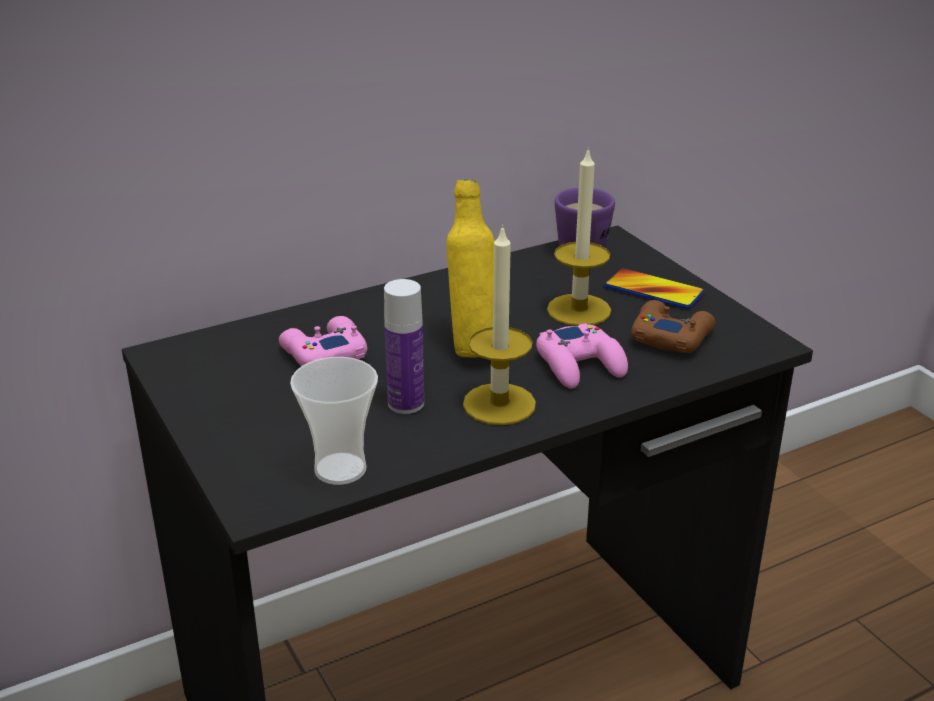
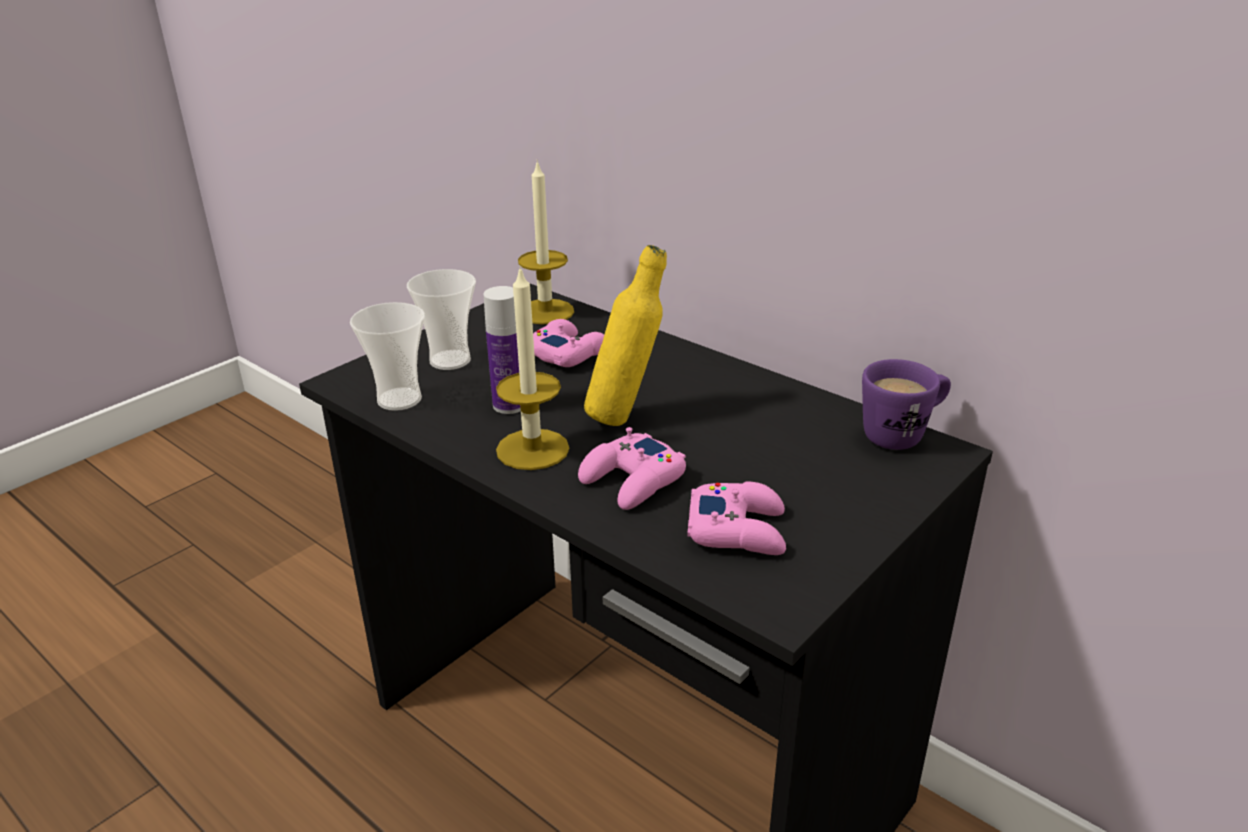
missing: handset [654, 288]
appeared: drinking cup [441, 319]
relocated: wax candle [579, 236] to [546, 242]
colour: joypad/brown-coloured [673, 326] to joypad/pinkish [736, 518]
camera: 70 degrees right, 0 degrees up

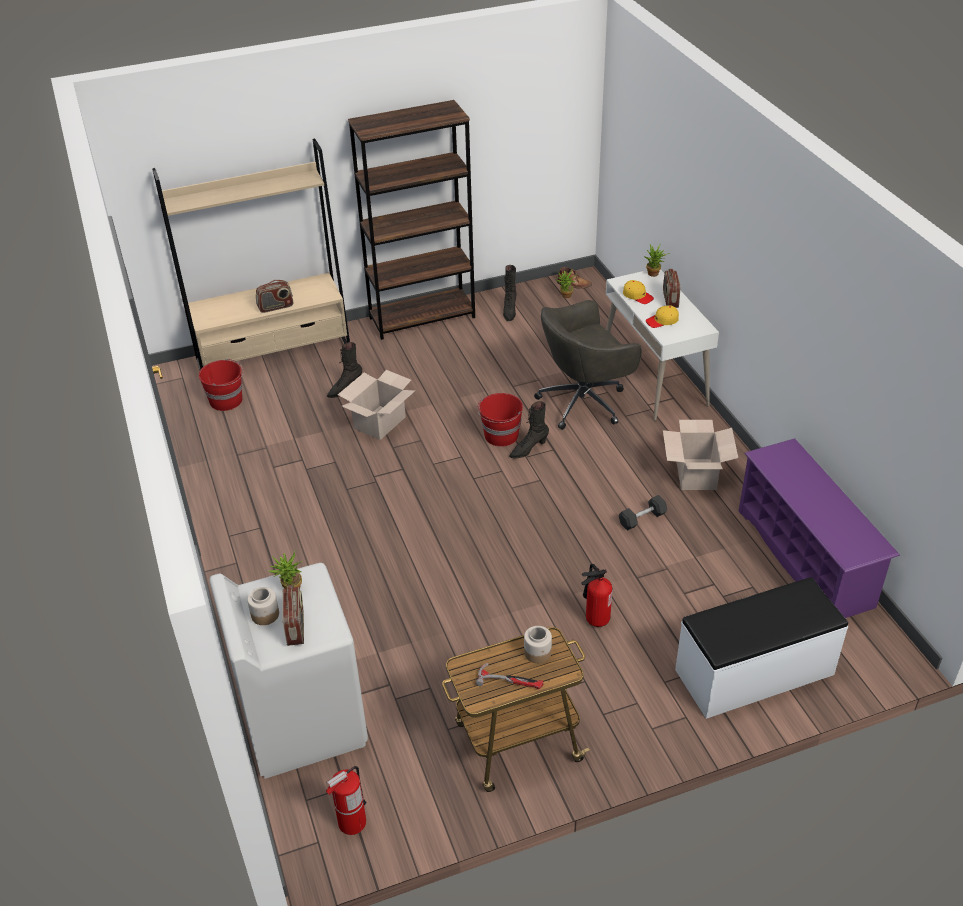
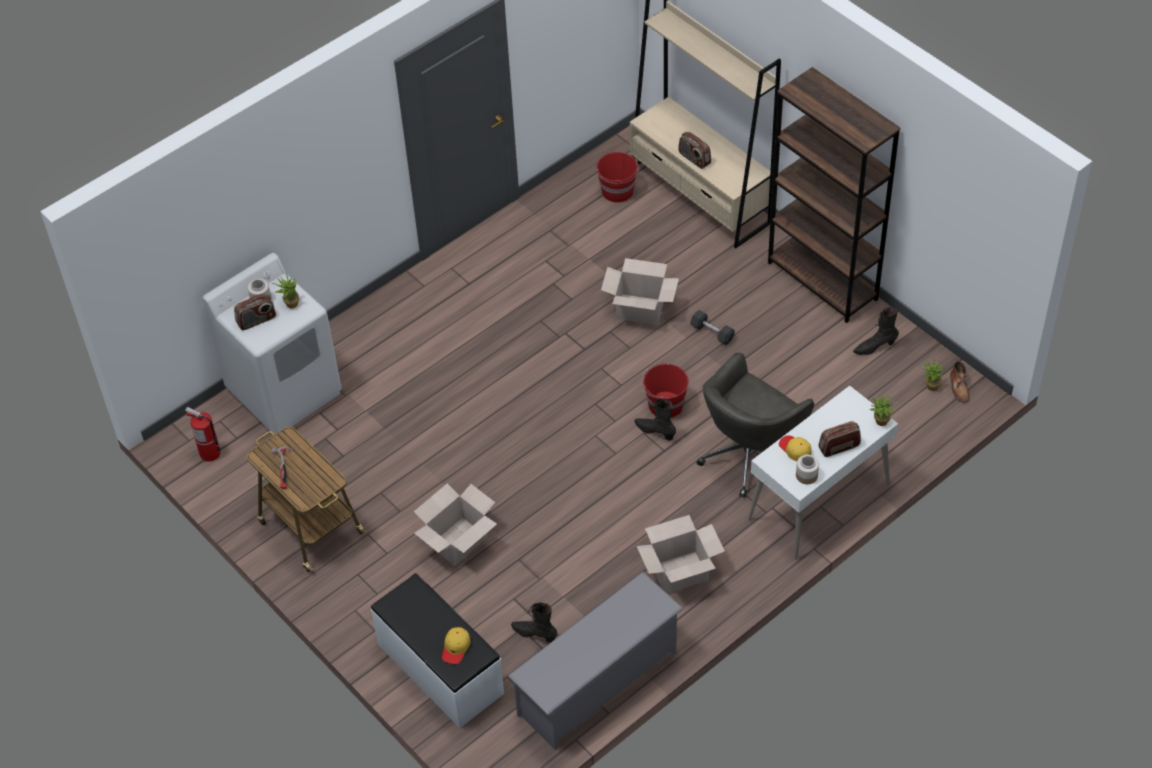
relocated: cap/yellow-coloured [638, 292] to [456, 645]; high-top boot/blackish [344, 370] to [534, 622]; free weight/grey [643, 513] to [712, 327]; jar [538, 644] to [807, 469]
exchanged: extinguisher [596, 595] to packing box [455, 524]
colour: shoe rack/purplish [819, 528] to shoe rack/grey [595, 661]
spun: office chair/grey [588, 365] = [755, 425] 90 degrees counterclockwise
camera: 70 degrees right, 10 degrees up

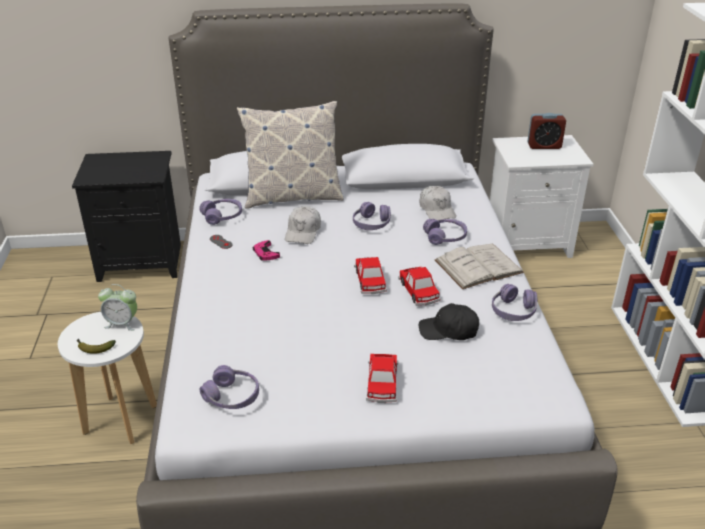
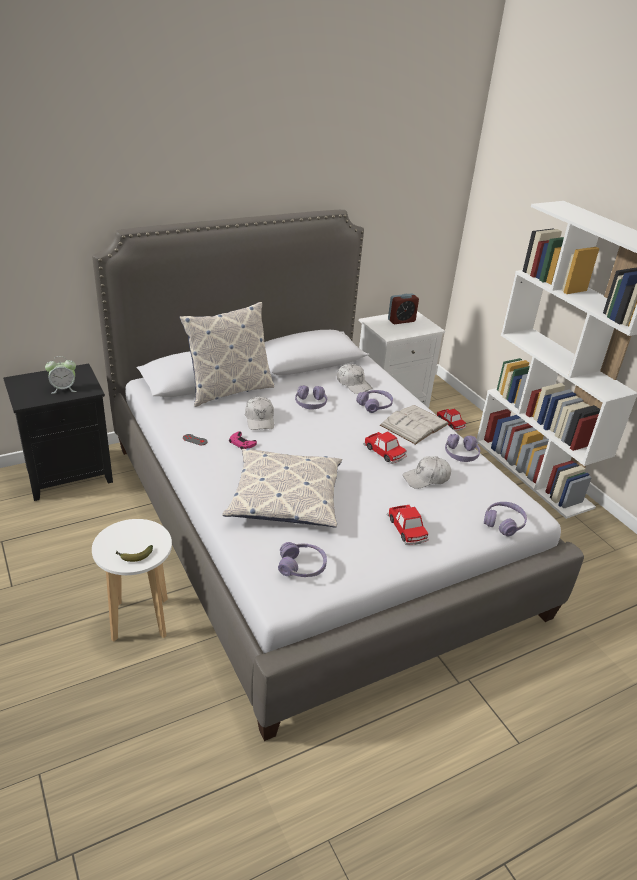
appeared: cushion [282, 488]
relocated: bedside clock [117, 307] to [61, 375]; miniature car [370, 275] to [451, 420]; headset/purplish [220, 212] to [505, 519]
colour: cap/blackish [449, 321] to cap/whitish [427, 472]
camera: 25 degrees left, 0 degrees up

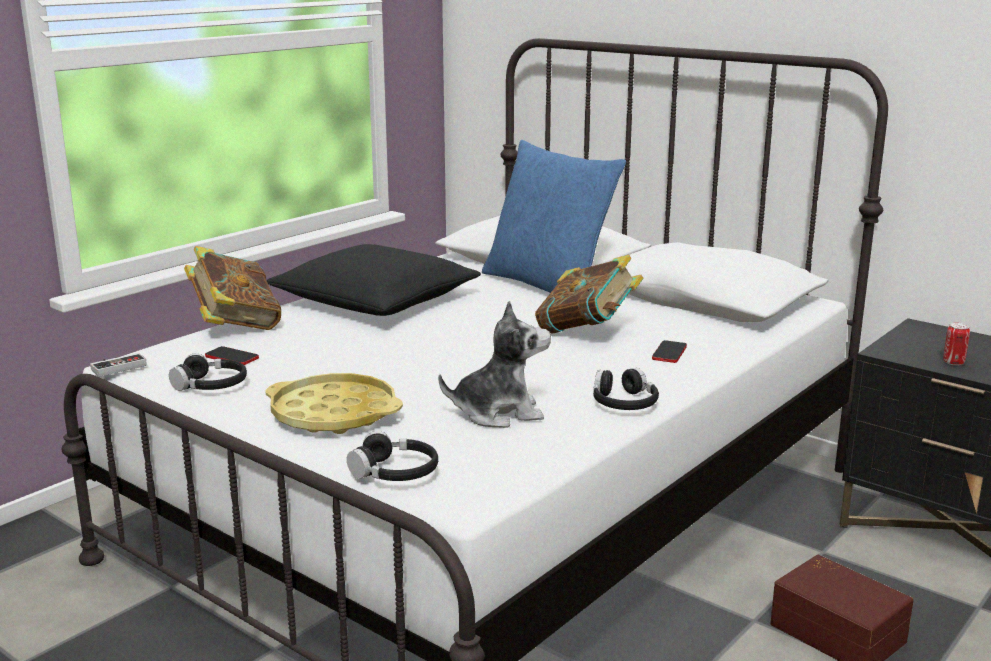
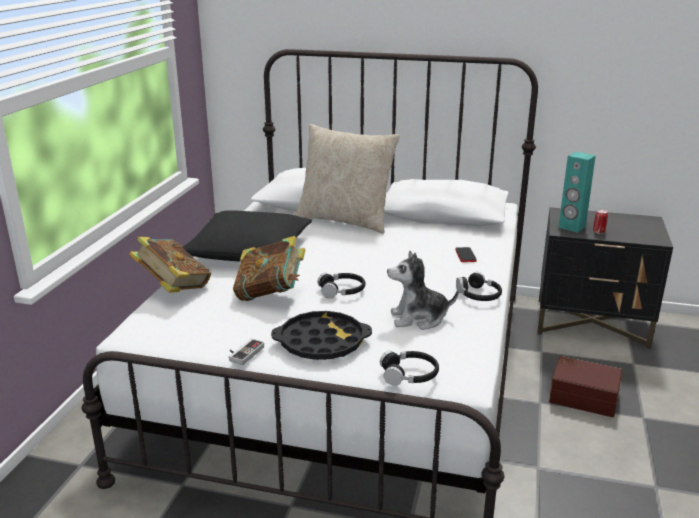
missing: handset [232, 355]
appeared: loudspeaker/turquoise-coloured [577, 192]
relocated: joypad [118, 365] to [246, 352]; book [589, 294] to [269, 268]; headset/blackish [208, 372] to [341, 286]
colour: carrying tray/yellow-coloured [334, 403] to carrying tray/blackish [321, 335]; cushion/blue-coloured [554, 216] to cushion/beige-coloured [347, 179]
spun: soft toy [494, 364] = [423, 290] 150 degrees counterclockwise
camera: 25 degrees left, 5 degrees up

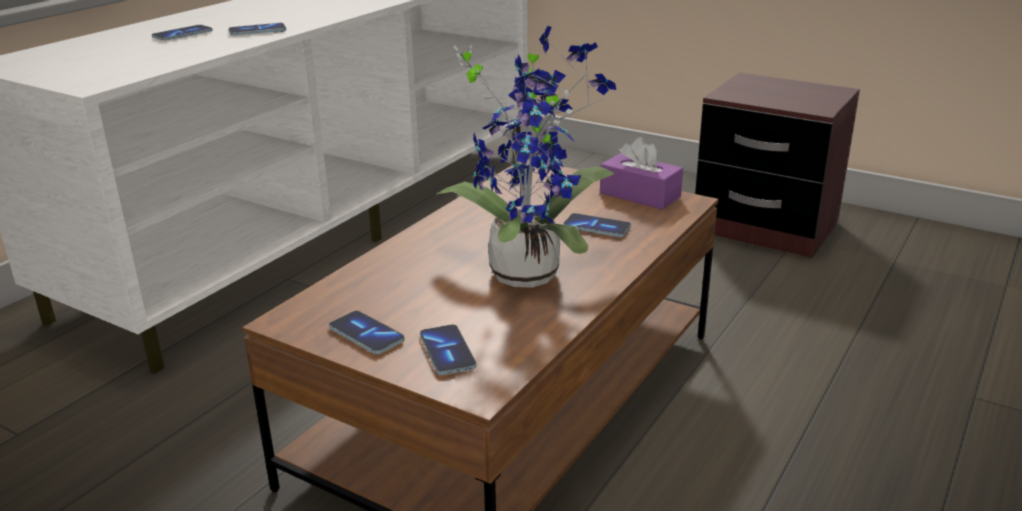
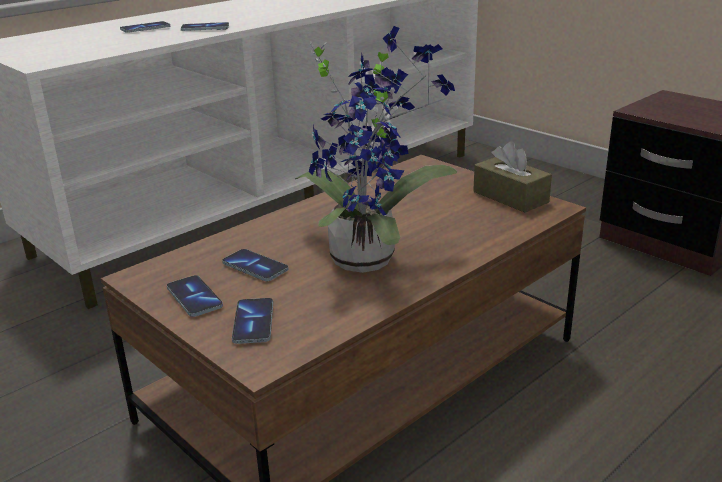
relocated: handset [597, 225] to [255, 265]
colour: tissue box/purplish [641, 173] to tissue box/brown-coloured [512, 176]
camera: 15 degrees right, 0 degrees up

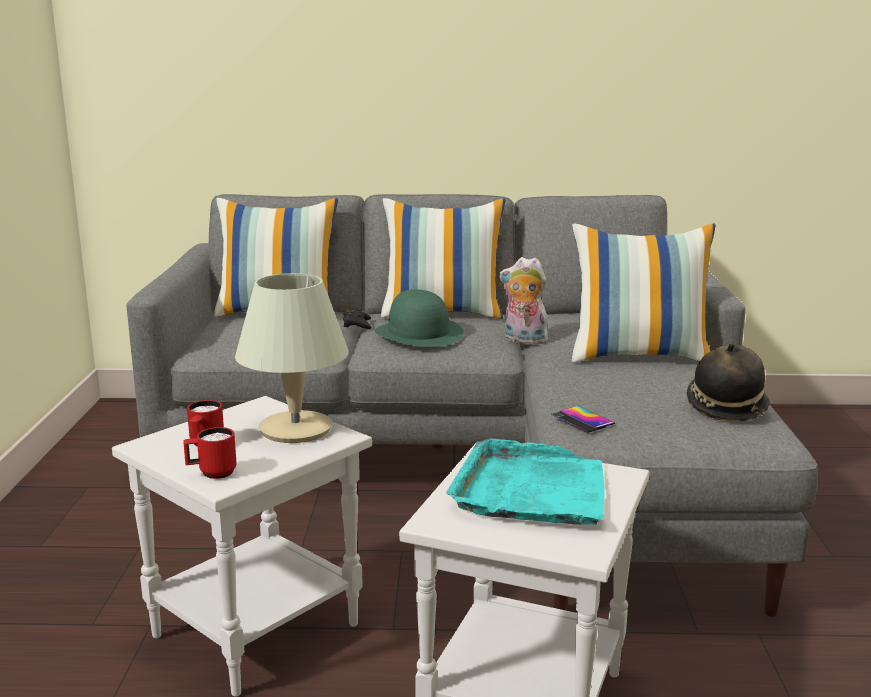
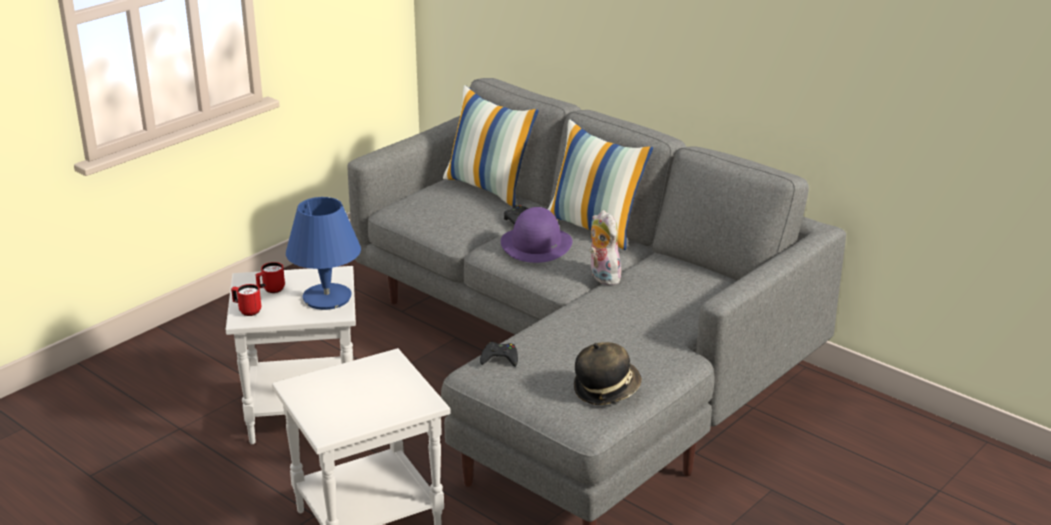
missing: carrying tray/turquoise-coloured [525, 481]; cushion [643, 293]
exchanged: handset [583, 419] to joypad/blackish [499, 354]
colour: tabletop lamp/beige-coloured [292, 358] to tabletop lamp/blue-coloured [323, 253]; wearable hat/green-coloured [419, 318] to wearable hat/purplish [536, 235]
camera: 40 degrees right, 10 degrees up

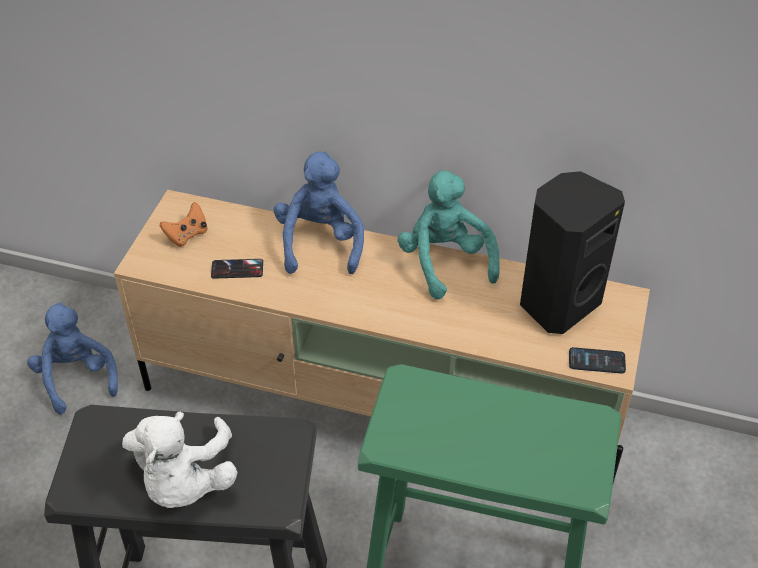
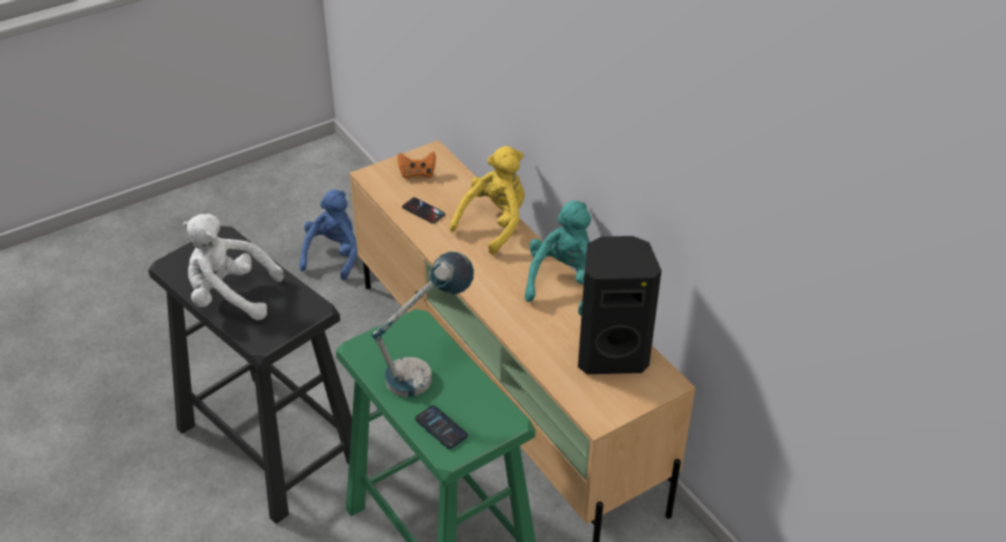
appeared: tabletop lamp [422, 324]
relocated: handset [597, 360] to [441, 427]
colour: soft toy/blue-coloured [319, 213] to soft toy/yellow-coloured [487, 200]
spun: soft toy/whitish [180, 460] = [233, 267] 60 degrees clockwise
camera: 40 degrees right, 5 degrees down

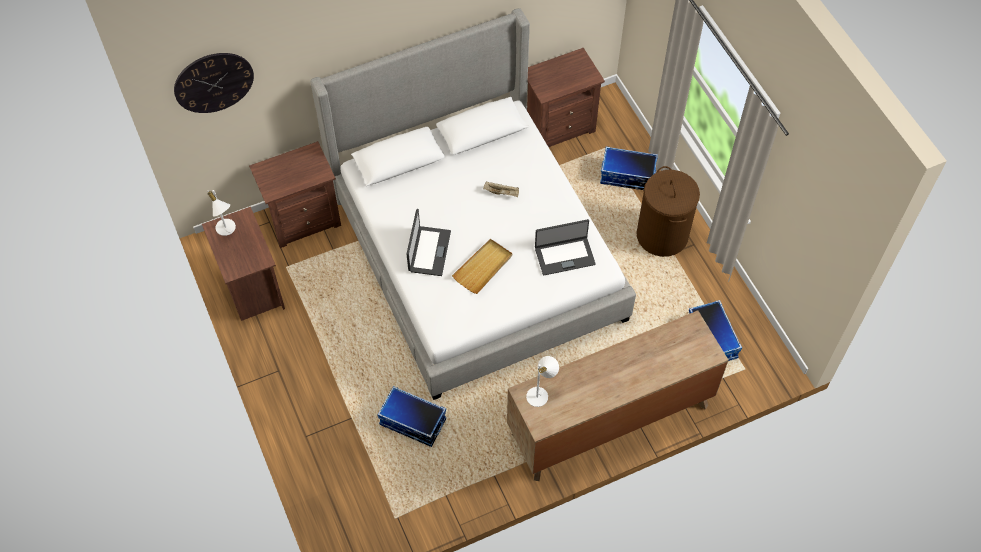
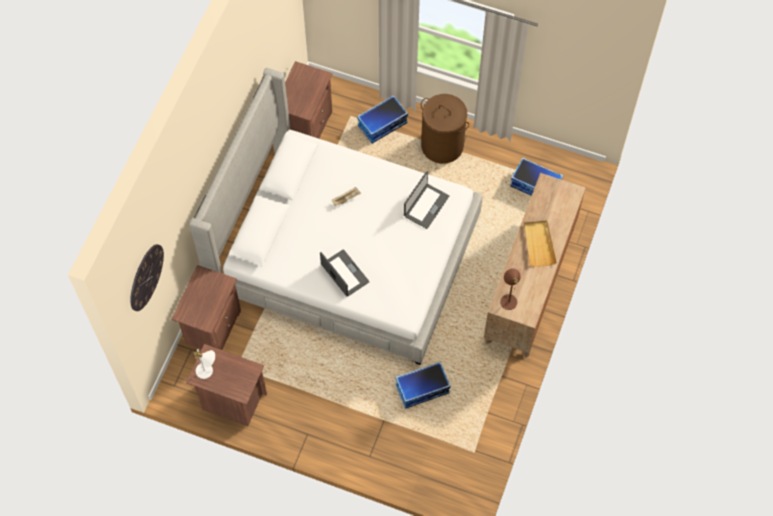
relocated: carrying tray/beige-coloured [482, 266] to [540, 243]
colour: tabletop lamp/whitish [542, 381] to tabletop lamp/brown-coloured [510, 289]
camera: 45 degrees left, 5 degrees up

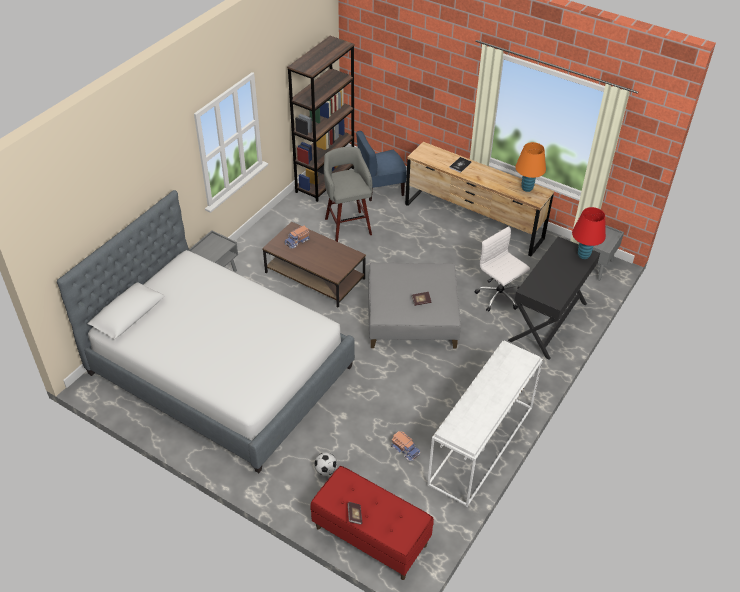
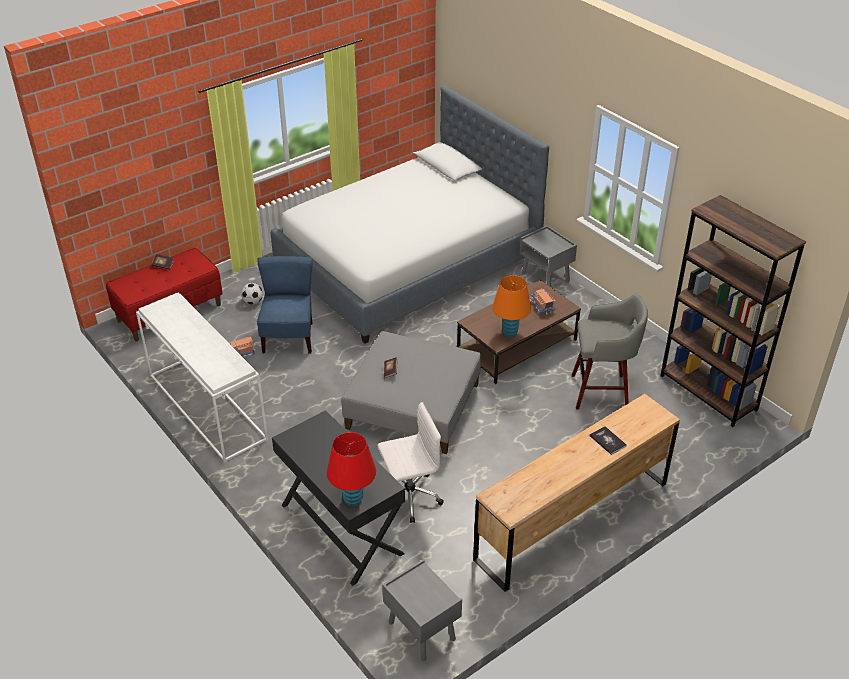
relocated: upright chair/blue-coloured [381, 166] to [285, 305]; tabletop lamp/orange [530, 167] to [511, 306]
camera: 110 degrees right, 5 degrees down

